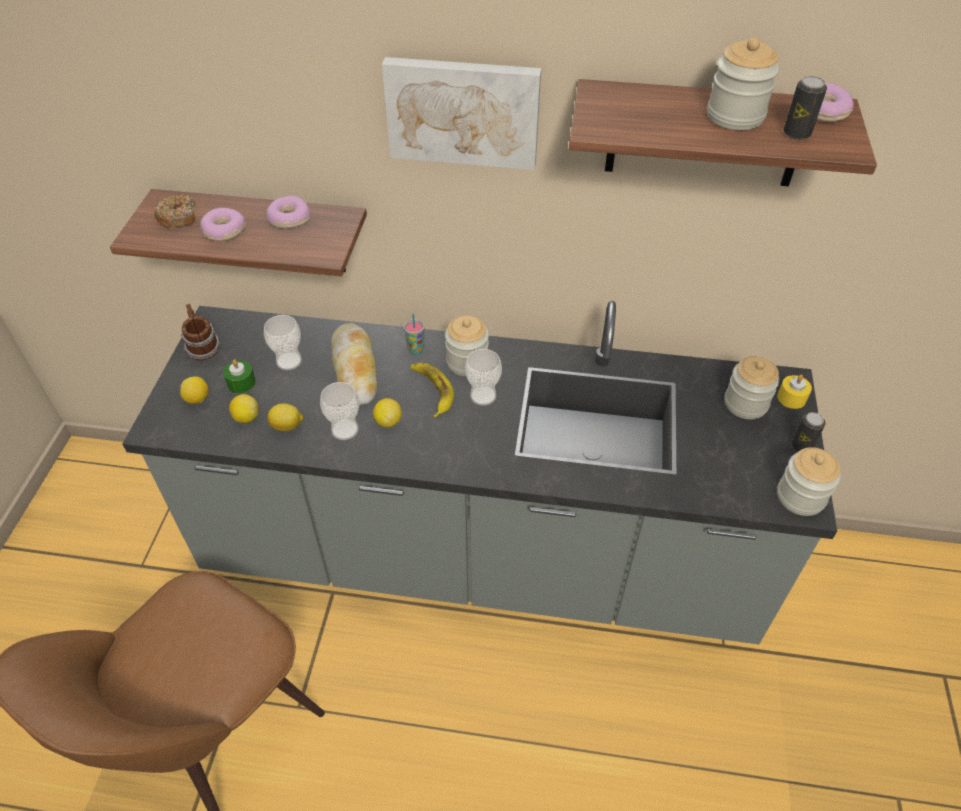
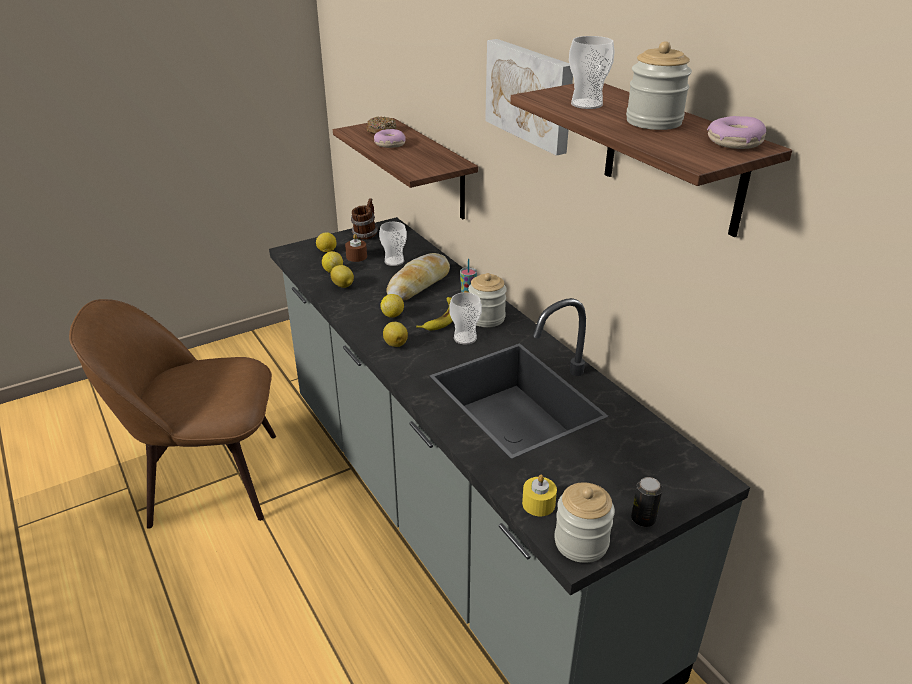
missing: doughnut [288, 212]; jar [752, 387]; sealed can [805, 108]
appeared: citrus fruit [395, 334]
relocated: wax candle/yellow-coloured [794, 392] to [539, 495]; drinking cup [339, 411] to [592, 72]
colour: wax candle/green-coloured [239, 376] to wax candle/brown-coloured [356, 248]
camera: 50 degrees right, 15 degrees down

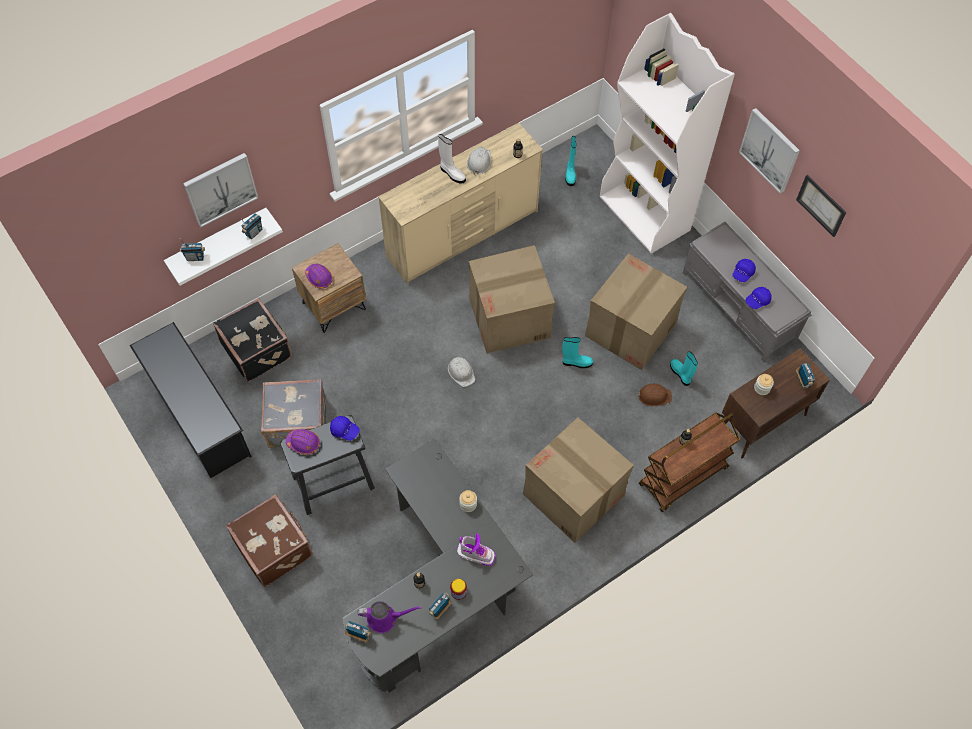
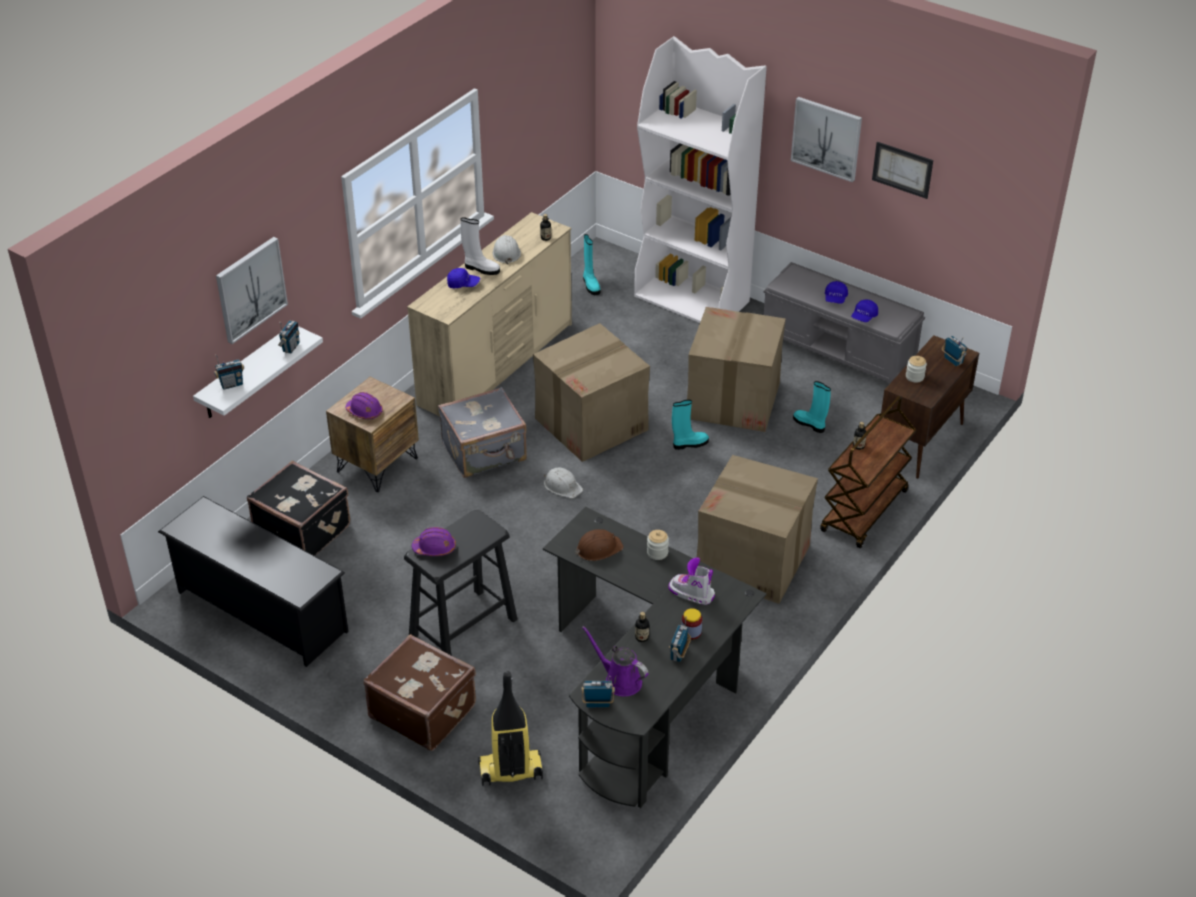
appeared: vacuum [510, 728]
relocated: suitcase/grey [293, 413] to [482, 432]; cap/blue-coloured [344, 428] to [463, 278]; safety helmet/brown-coloured [654, 395] to [599, 545]
spun: sprinkling can/purplish [389, 617] = [615, 661] 120 degrees counterclockwise; high-top boot [476, 549] = [691, 581] 150 degrees counterclockwise
camera: 20 degrees left, 20 degrees down

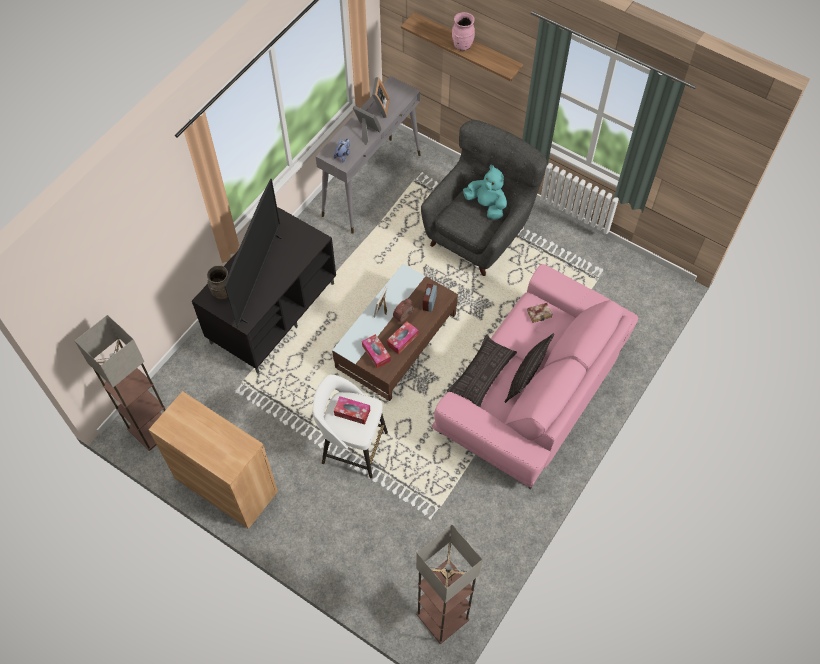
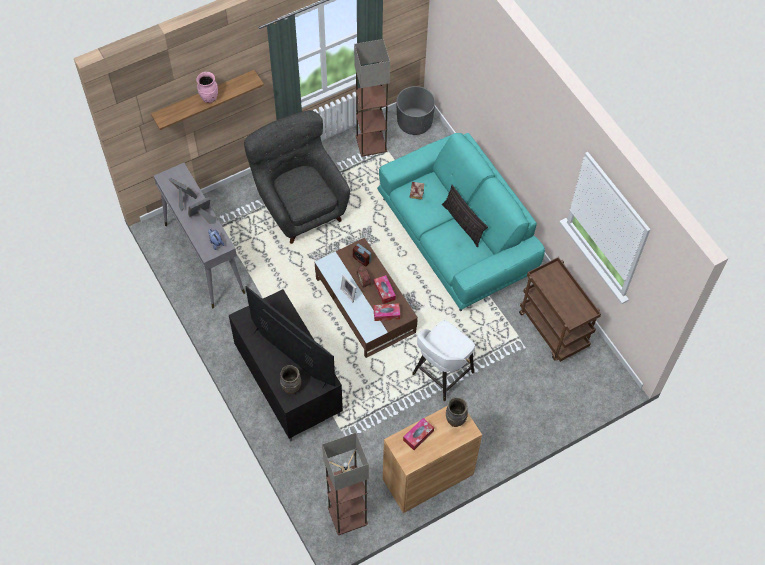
missing: cushion [482, 371]; soft toy/turquoise-coloured [485, 192]
appeared: flower pot/grey [415, 110]; flower vase/brown-coloured [457, 412]; wheeled cart/brown-coloured [560, 309]
relocated: standard lamp [449, 584] to [372, 98]; tissue box [352, 410] to [418, 434]
colour: couch/pinkish [535, 377] to couch/turquoise-coloured [461, 222]
camera: 65 degrees left, 0 degrees up

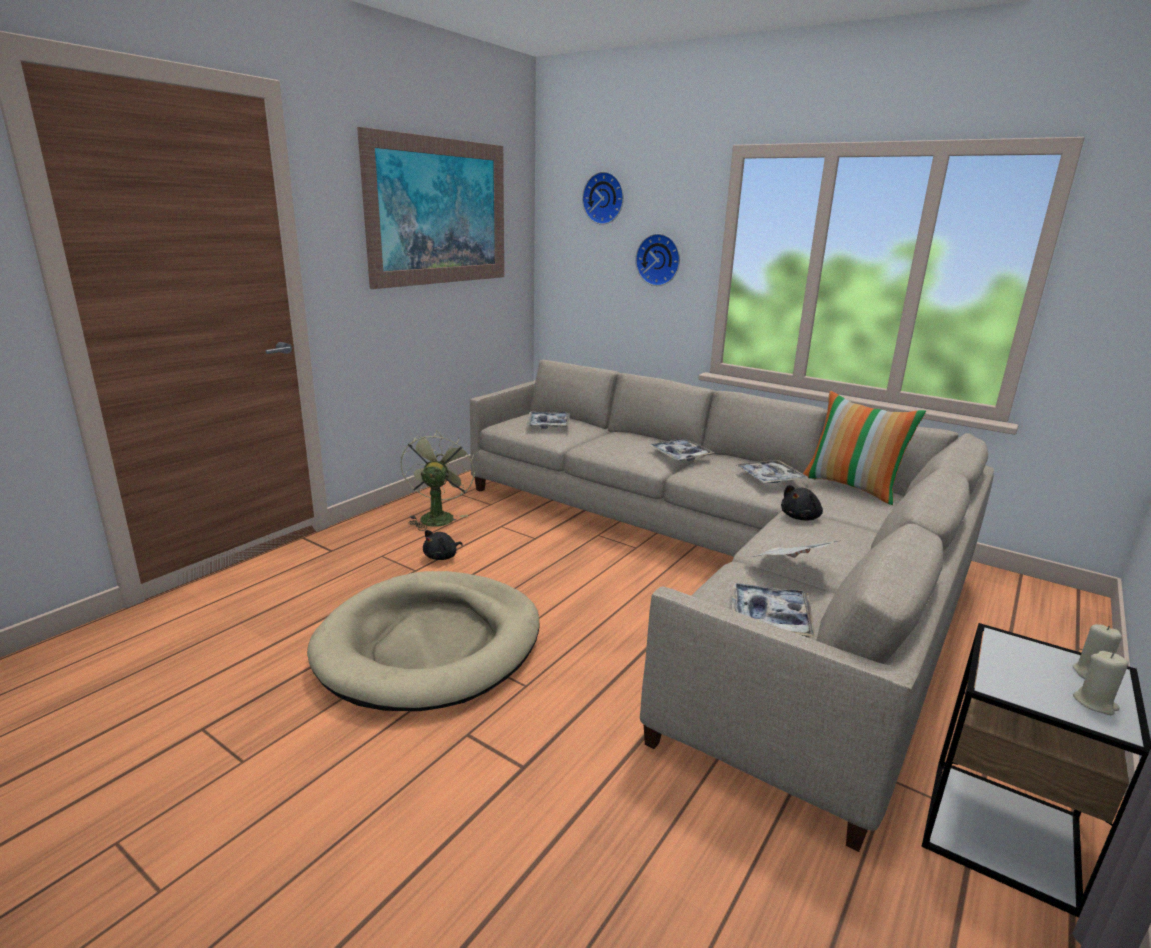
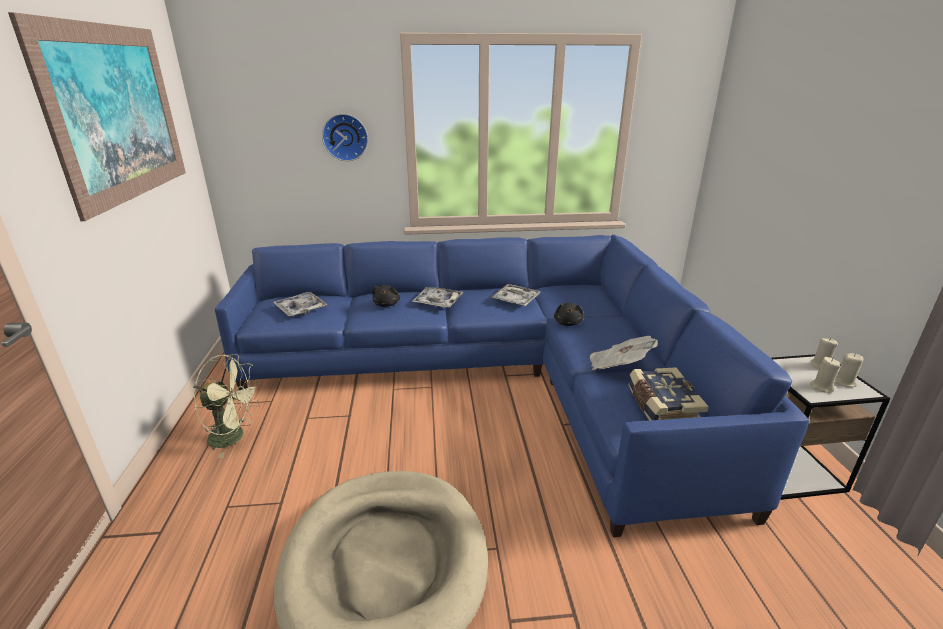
missing: hanging clock [603, 198]; cushion [864, 448]
appeared: wax candle/beige-coloured [825, 375]
relocated: soft toy/blackish [443, 545] to [386, 296]
exchanged: carrying tray [773, 610] to book [668, 393]
colour: couch/beige-coloured [732, 606] to couch/blue-coloured [512, 385]
spun: cooling fan/green-coloured [437, 480] = [226, 406] 135 degrees clockwise
camera: 40 degrees left, 5 degrees up

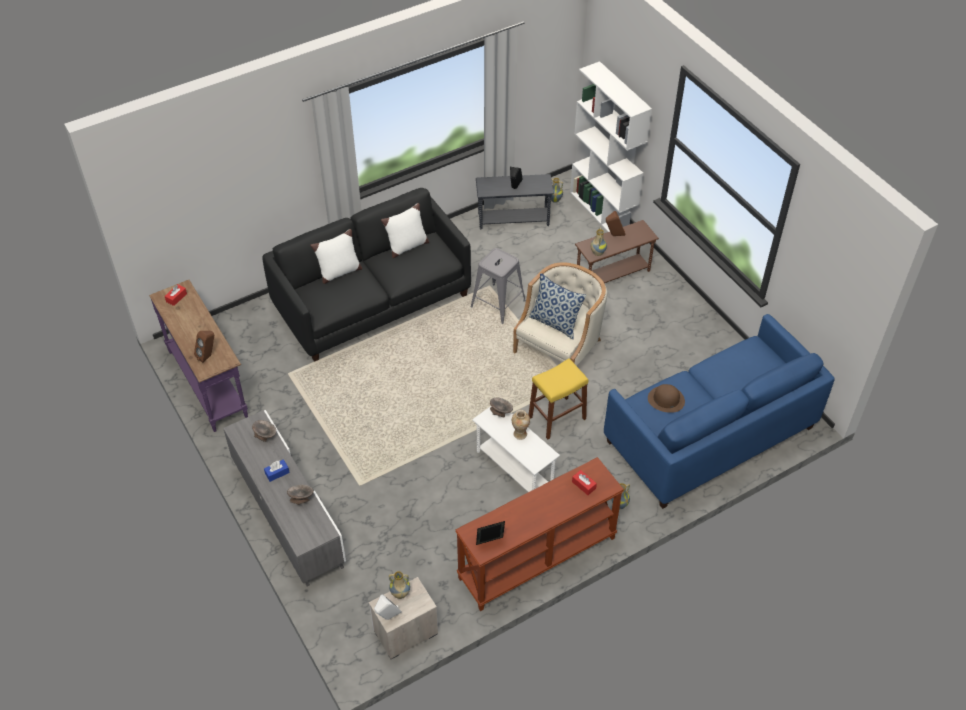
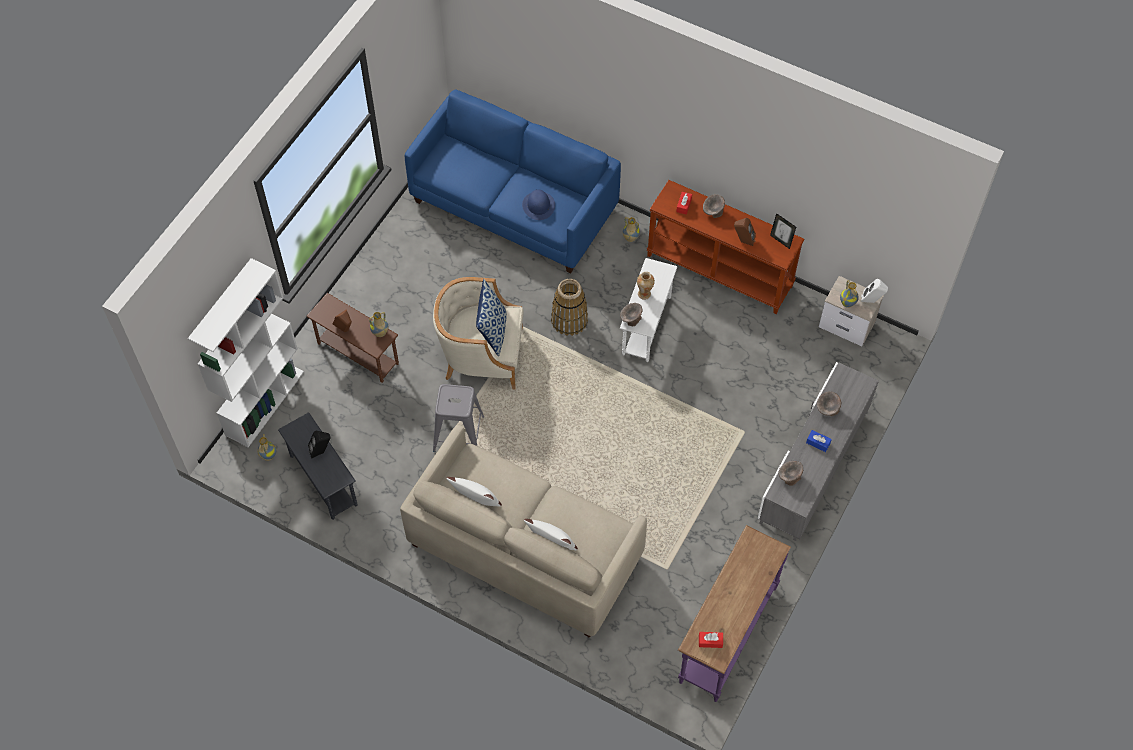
appeared: deep dish/grey [714, 206]
relocated: loudspeaker/brown-coloured [204, 347] to [745, 232]
exchanged: sitting stool/yellow-coloured [558, 399] to storage basket [569, 307]
colour: couch/blackish [367, 275] to couch/beige-coloured [523, 531]; wearable hat/brown-coloured [666, 398] to wearable hat/blue-coloured [538, 204]
camera: 120 degrees left, 10 degrees up

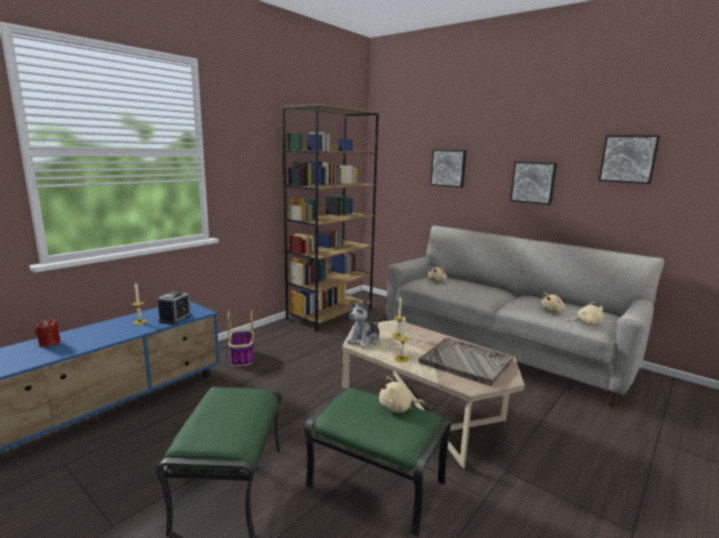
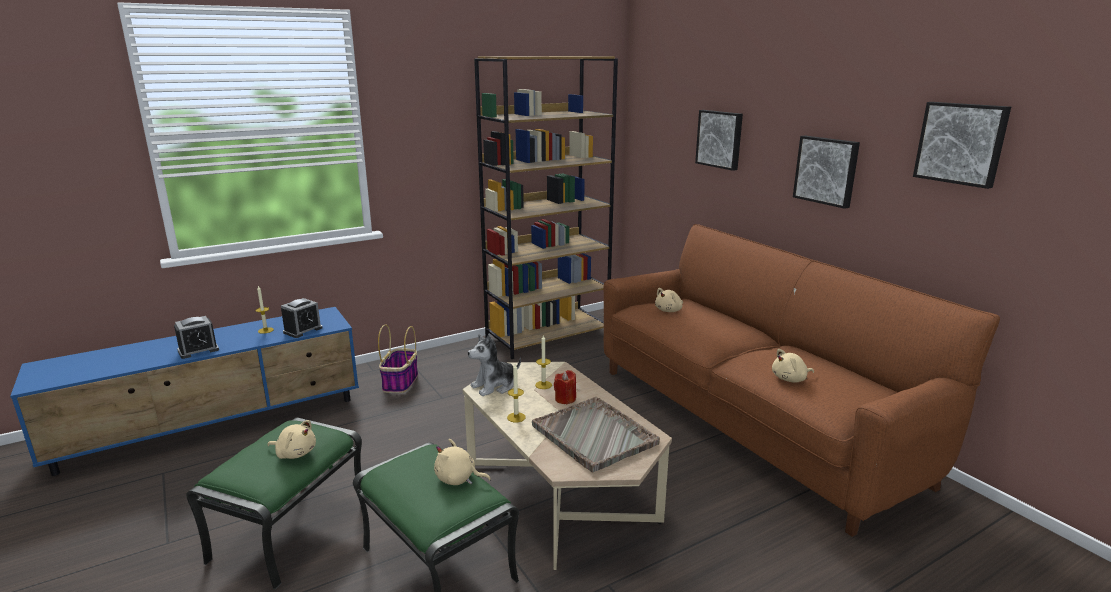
appeared: bedside clock [196, 337]
relocated: soft toy/beige-coloured [586, 313] to [291, 439]; wax candle/red [48, 333] to [565, 387]
colour: couch/grey [525, 316] to couch/brown-coloured [802, 380]
camera: 20 degrees right, 5 degrees up

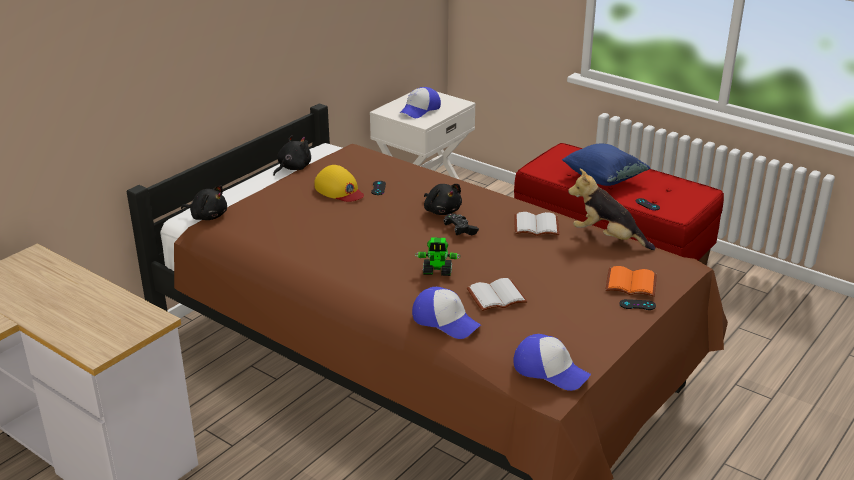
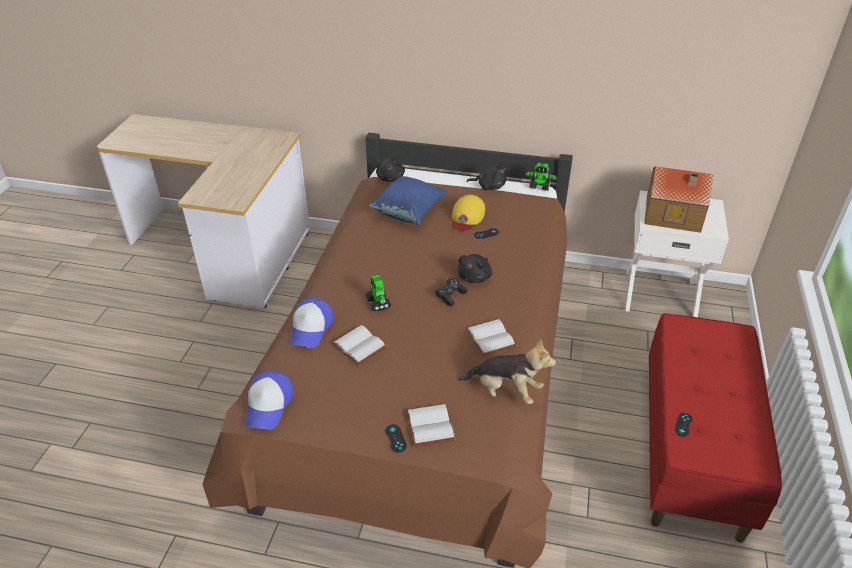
appeared: toy robot [541, 177]
relocated: cushion/blue-coloured [606, 165] to [408, 200]
exchanged: cap [420, 102] to model house [678, 199]
colour: book/orange [631, 281] to book/whitish [431, 425]
spun: soft toy [611, 209] = [507, 371] 105 degrees clockwise
camera: 65 degrees right, 10 degrees up

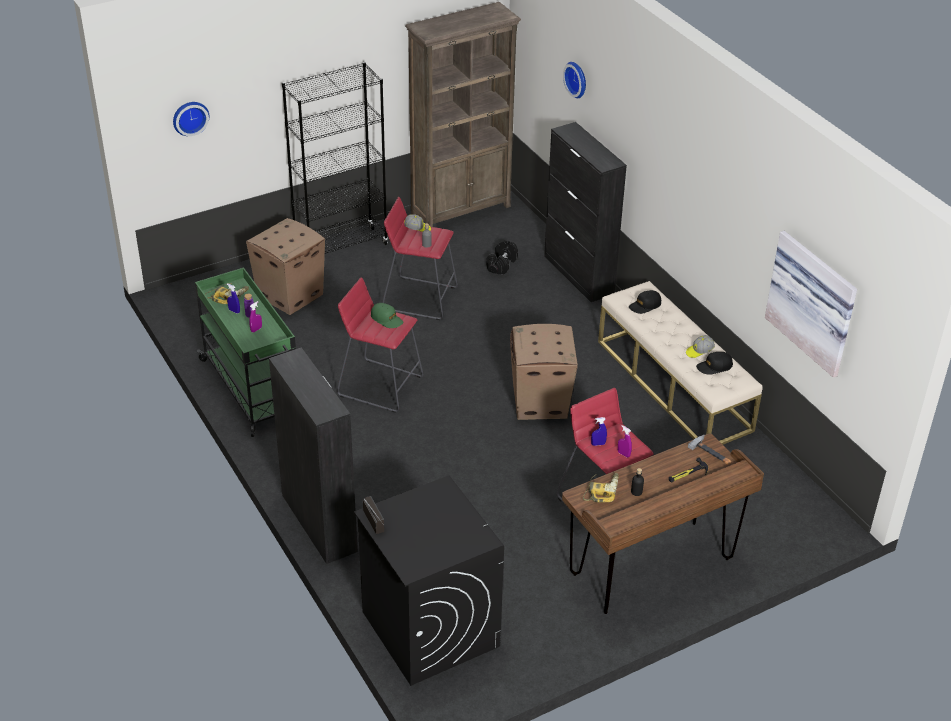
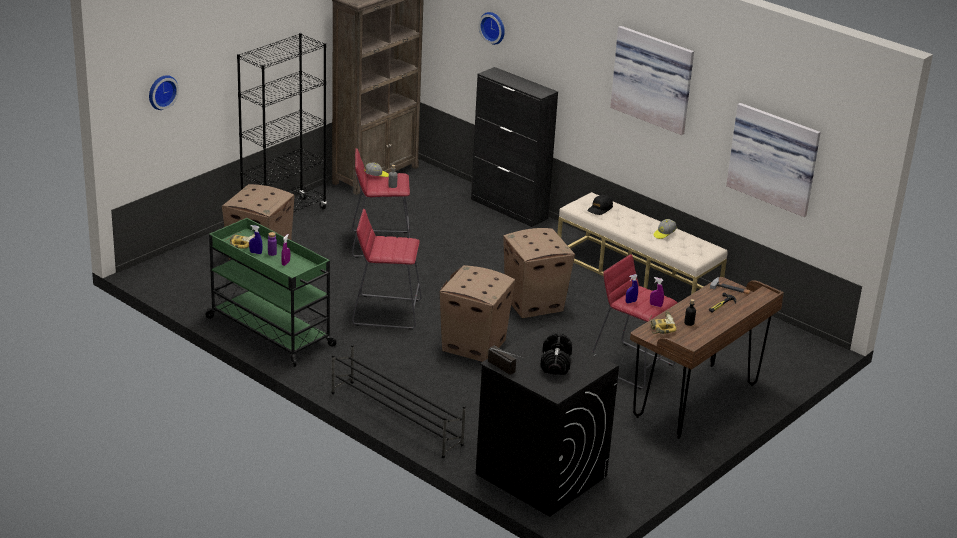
missing: cap/green-coloured [387, 315]; cap/blackish [714, 363]
appeared: packing box [477, 313]; picture [652, 80]
relocated: free weight/blackish [502, 257] to [556, 354]
exchanged: storage cabinet/blackish [313, 455] to shoe rack/blackish [398, 401]
camera: 20 degrees left, 10 degrees down

